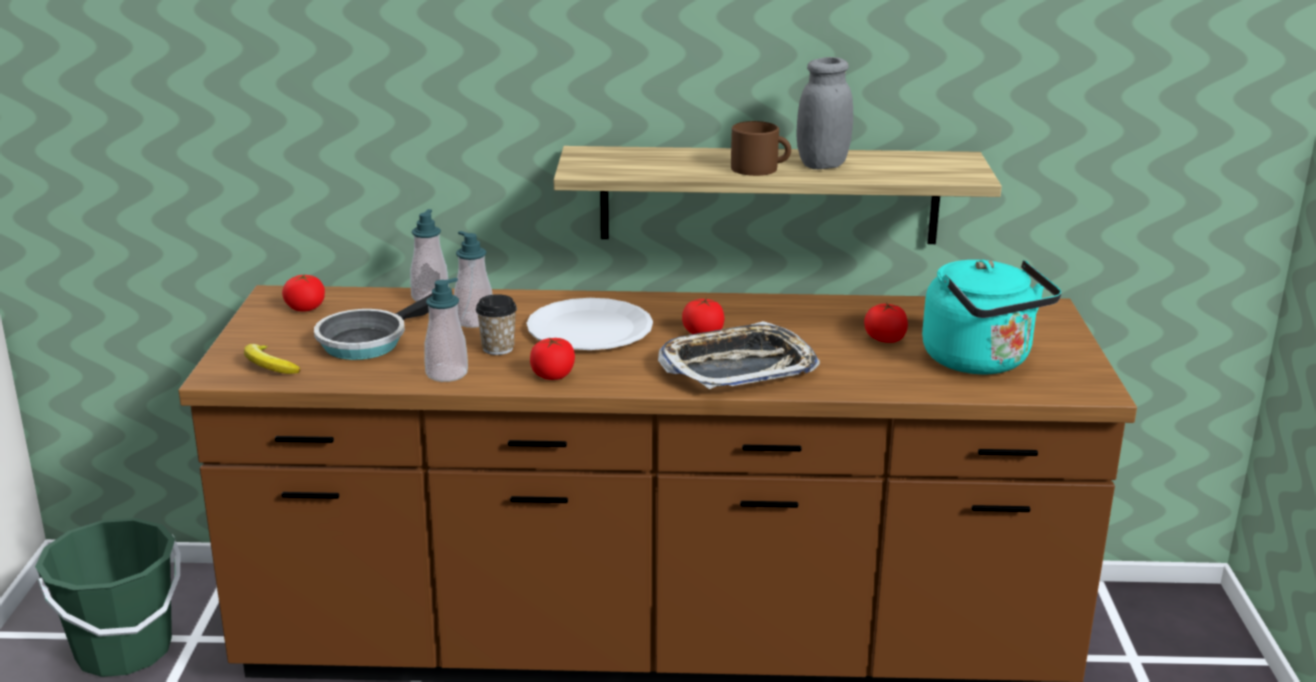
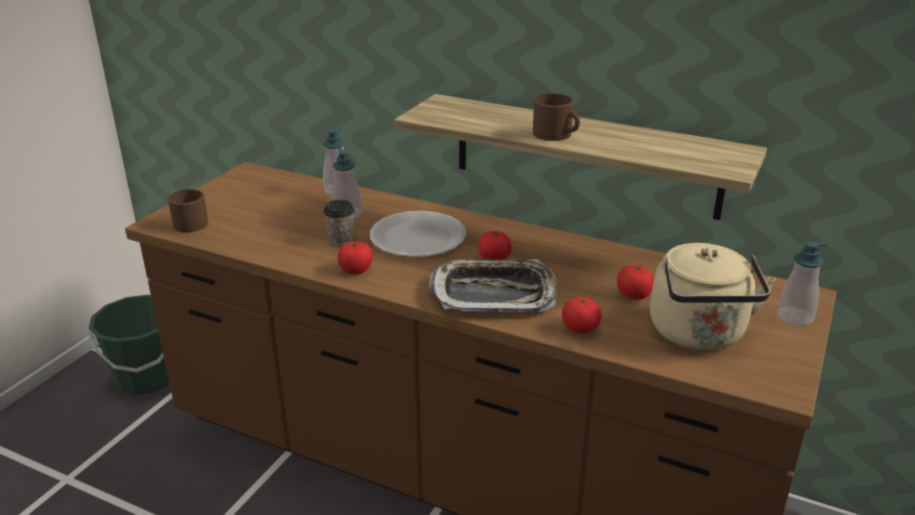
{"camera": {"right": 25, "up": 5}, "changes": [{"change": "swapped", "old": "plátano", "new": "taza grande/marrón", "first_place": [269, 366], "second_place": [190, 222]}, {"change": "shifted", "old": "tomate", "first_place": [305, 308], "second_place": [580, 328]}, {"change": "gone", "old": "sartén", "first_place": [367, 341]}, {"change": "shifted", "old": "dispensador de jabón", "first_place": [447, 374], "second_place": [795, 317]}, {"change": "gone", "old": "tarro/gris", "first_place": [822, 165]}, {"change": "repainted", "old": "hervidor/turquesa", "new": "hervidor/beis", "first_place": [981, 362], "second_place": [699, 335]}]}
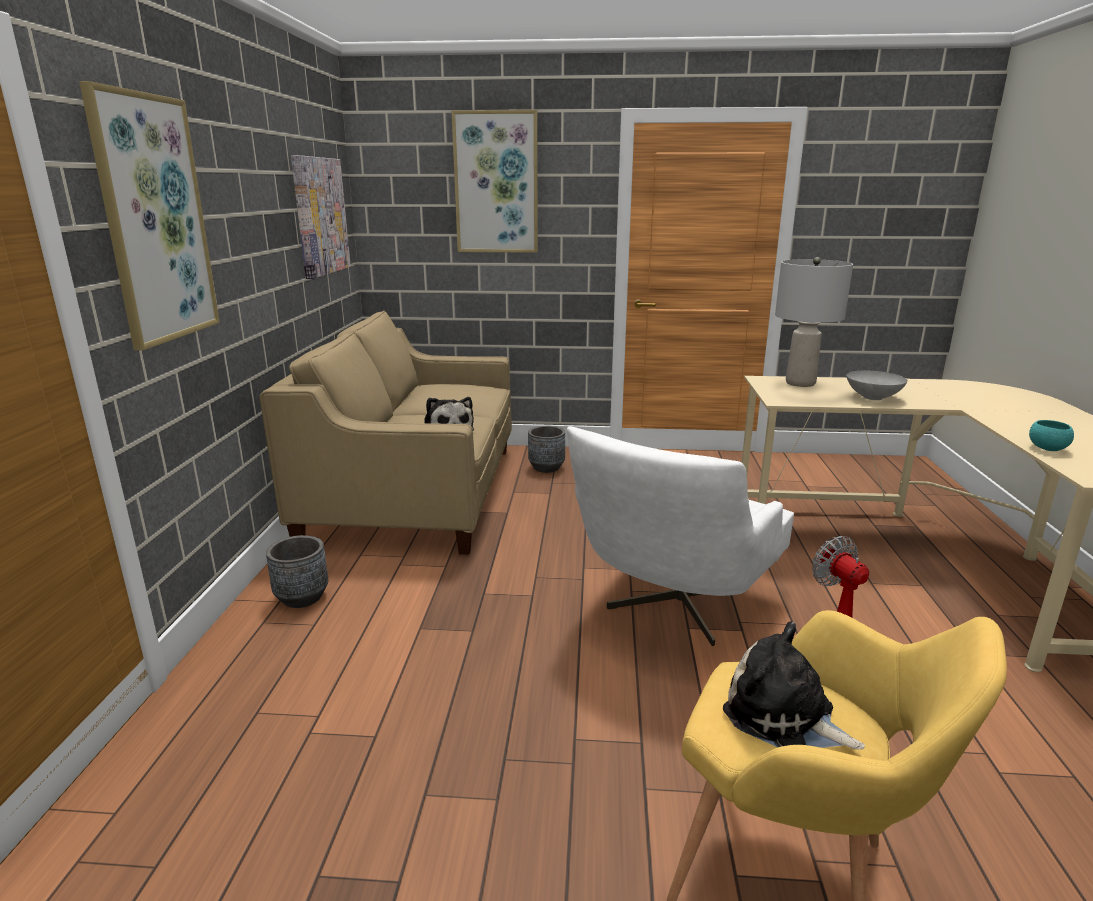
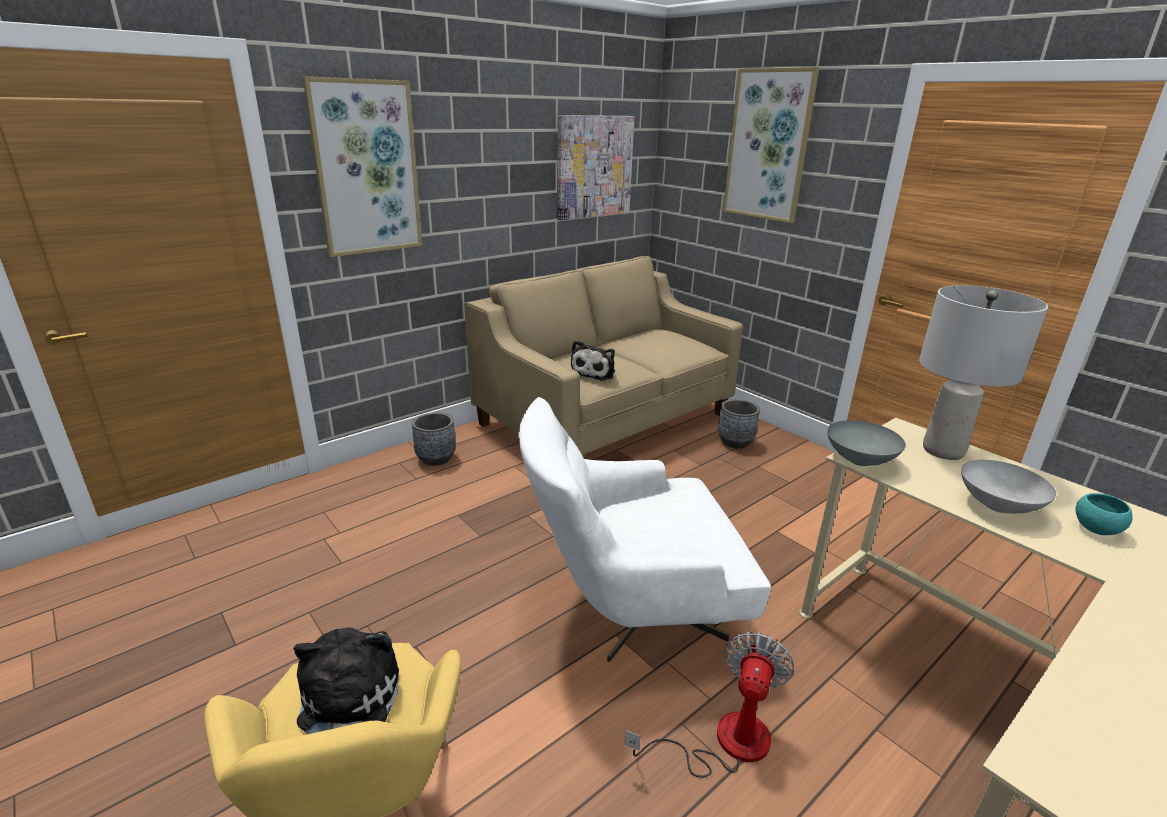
{"camera": {"right": 45, "up": 5}, "changes": [{"change": "shifted", "old": "cuenco/turquesa", "first_place": [1047, 448], "second_place": [1095, 529]}, {"change": "new", "new": "cuenco/gris", "second_place": [858, 460]}]}
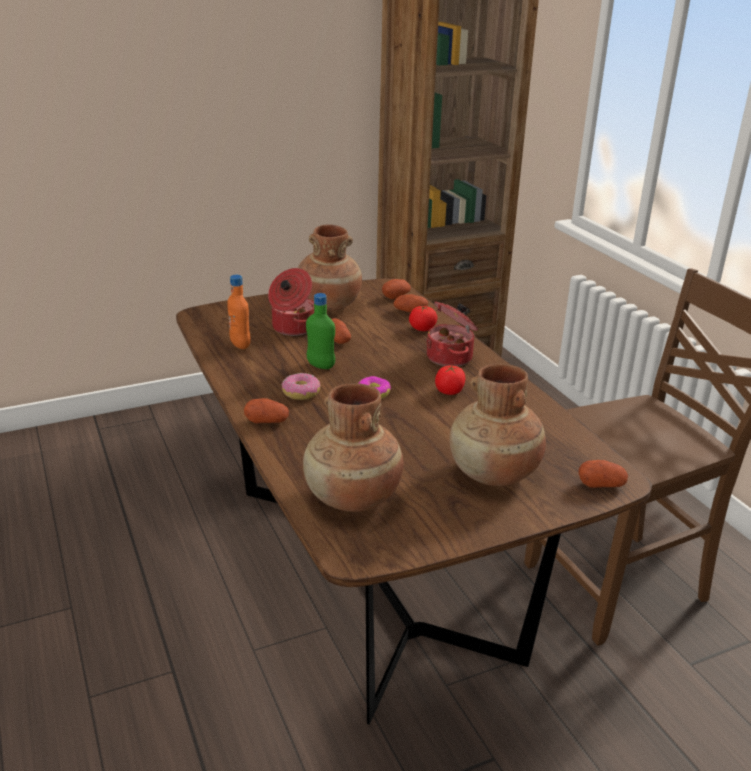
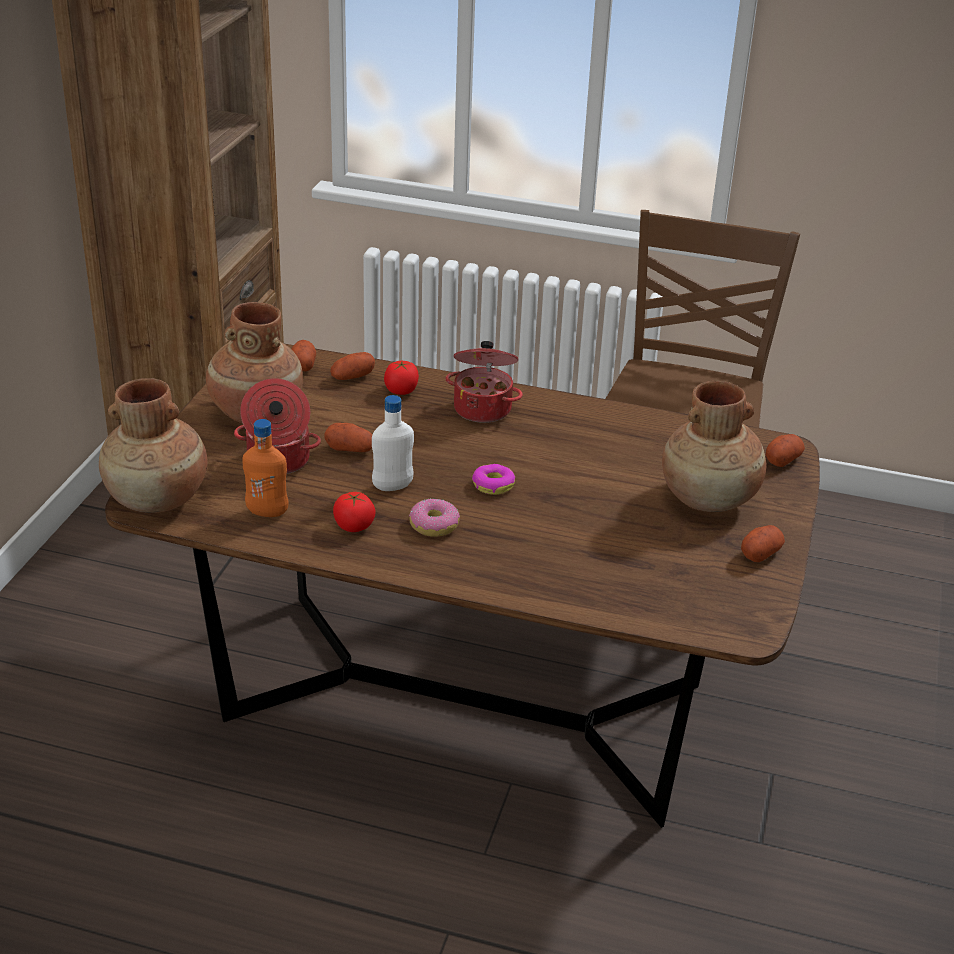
{"camera": {"right": -50, "up": 5}, "changes": [{"change": "shifted", "old": "patata", "first_place": [267, 421], "second_place": [760, 553]}, {"change": "shifted", "old": "florero/marrón", "first_place": [352, 498], "second_place": [158, 499]}, {"change": "repainted", "old": "botella/verde", "new": "botella/blanco", "first_place": [320, 365], "second_place": [392, 486]}, {"change": "shifted", "old": "tomate", "first_place": [449, 391], "second_place": [354, 526]}]}
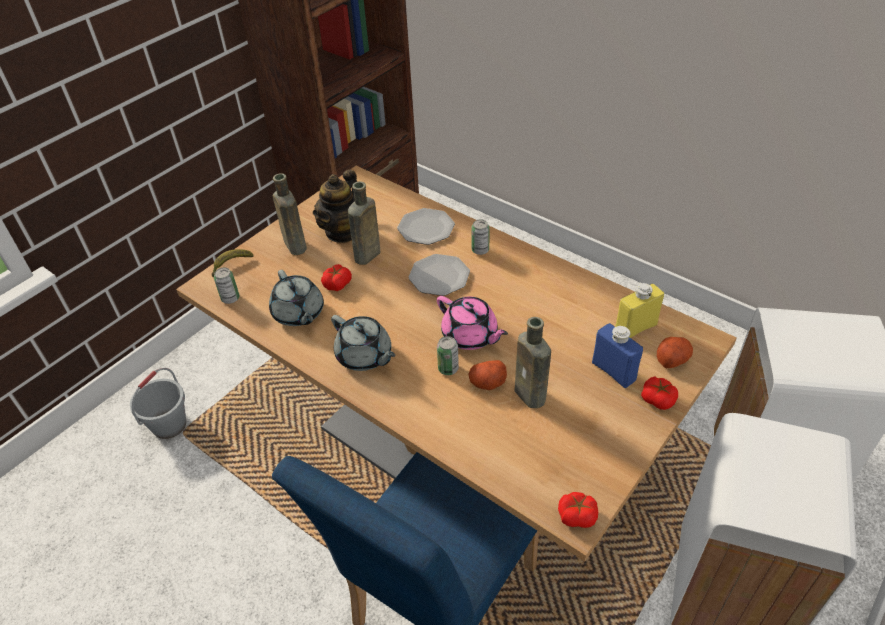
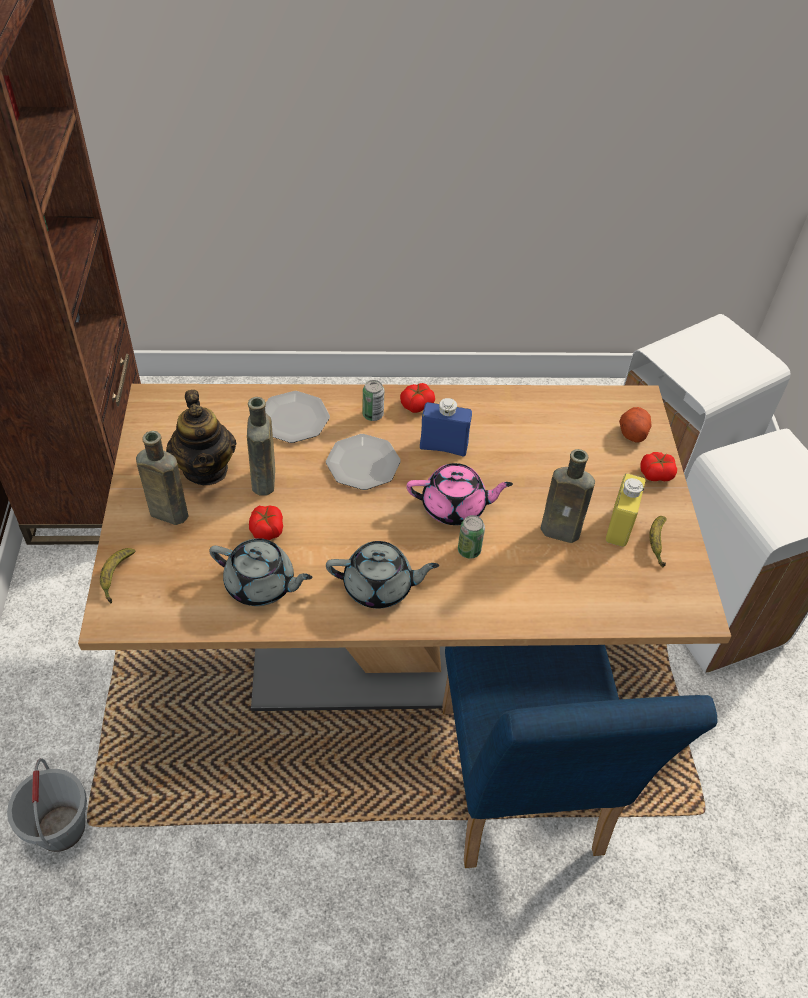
{"camera": {"right": -45, "up": 5}, "changes": [{"change": "gone", "old": "lata", "first_place": [230, 298]}, {"change": "gone", "old": "patata", "first_place": [487, 383]}, {"change": "shifted", "old": "tomate", "first_place": [577, 515], "second_place": [417, 404]}, {"change": "shifted", "old": "botella/azul", "first_place": [613, 371], "second_place": [443, 447]}, {"change": "shifted", "old": "botella/amarillo", "first_place": [635, 328], "second_place": [619, 526]}, {"change": "new", "new": "plátano", "second_place": [656, 543]}]}
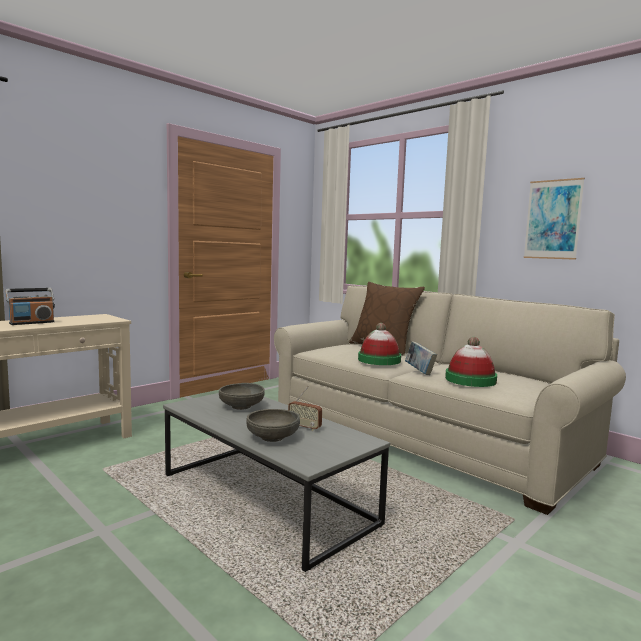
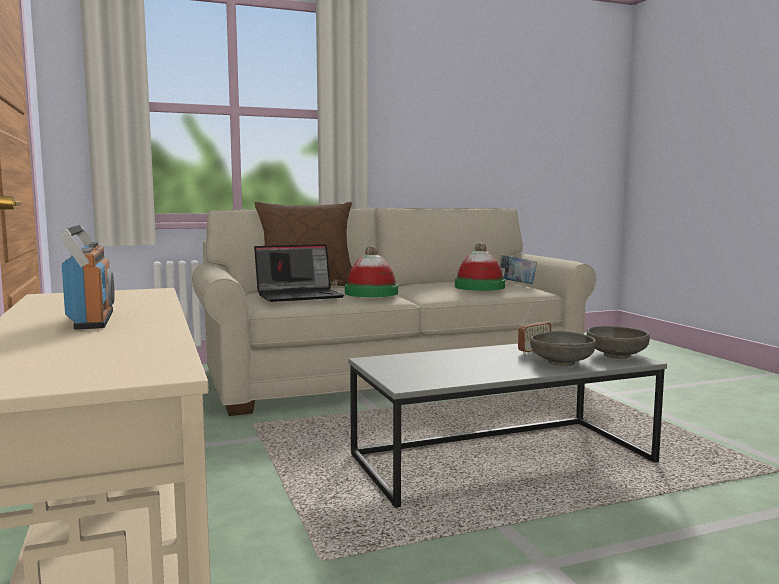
{"camera": {"right": -65, "up": 0}, "changes": [{"change": "shifted", "old": "cuenco/gris", "first_place": [241, 406], "second_place": [616, 355]}, {"change": "shifted", "old": "libro", "first_place": [419, 371], "second_place": [516, 284]}, {"change": "gone", "old": "cuadro", "first_place": [553, 219]}, {"change": "new", "new": "portátil", "second_place": [300, 296]}]}
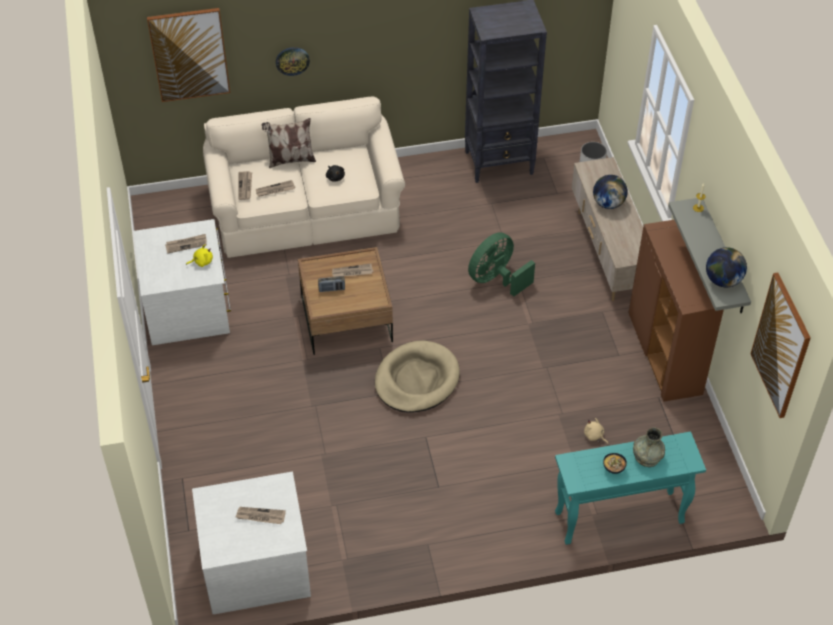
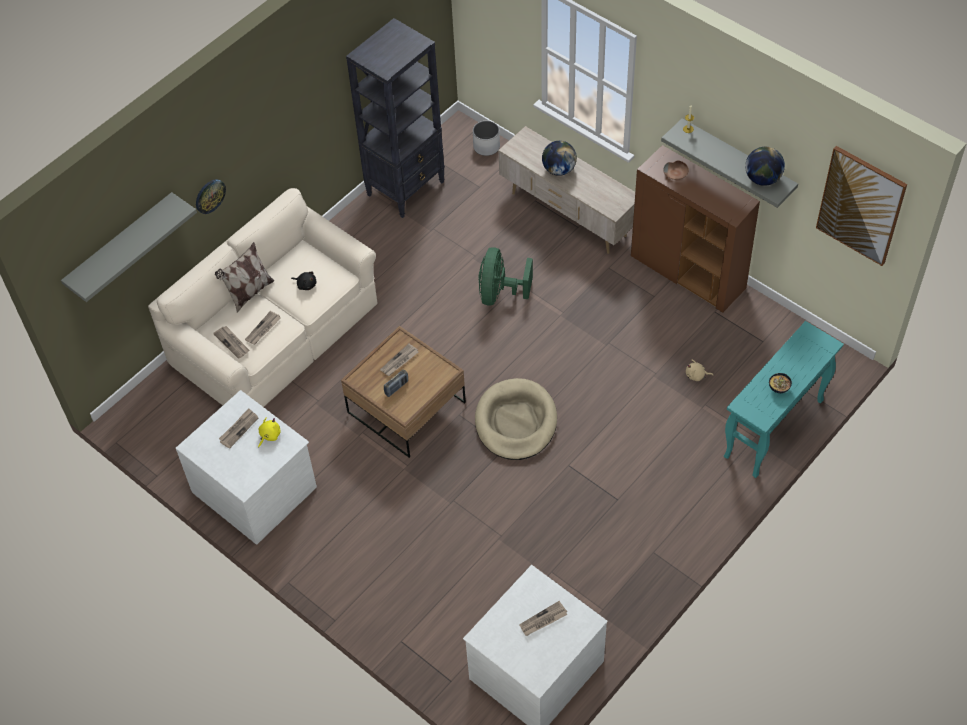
{"camera": {"right": -35, "up": 5}, "changes": [{"change": "swapped", "old": "cuadro", "new": "estante/gris", "first_place": [189, 54], "second_place": [120, 245]}, {"change": "gone", "old": "florero/gris", "first_place": [647, 456]}, {"change": "new", "new": "cuenco/marrón", "second_place": [676, 173]}]}
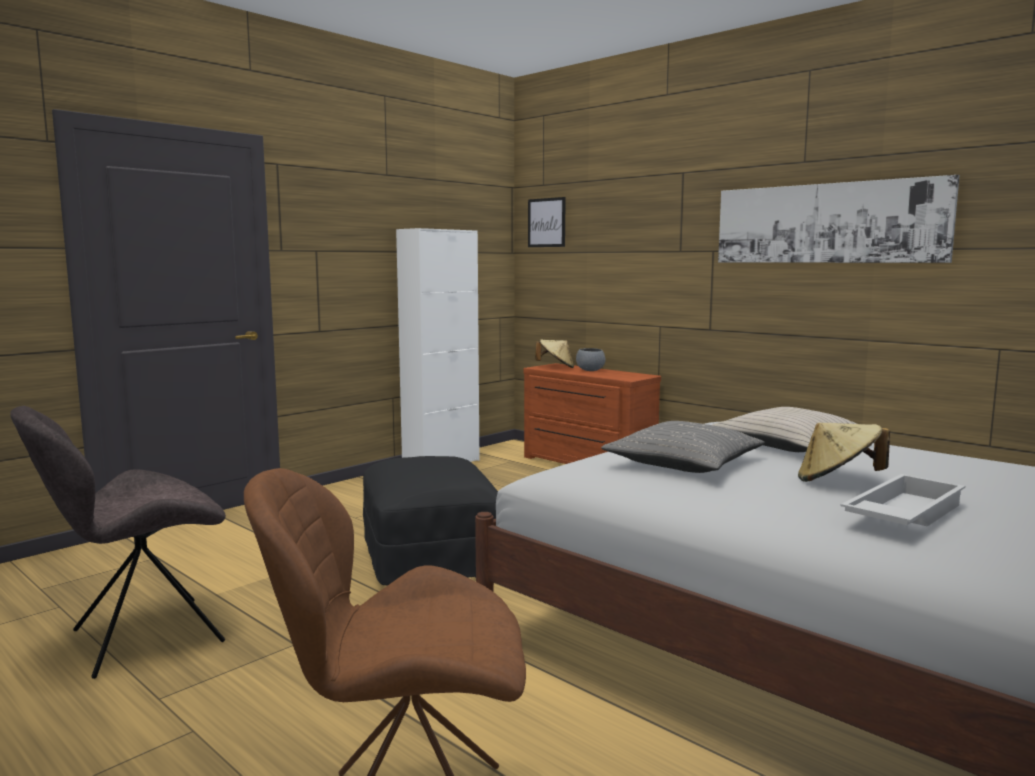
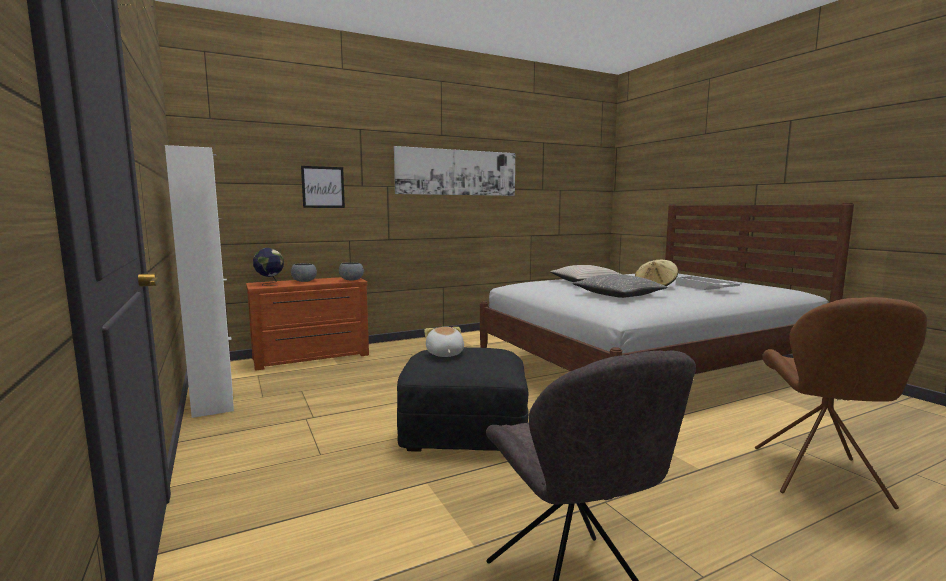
{"camera": {"right": -70, "up": 0}, "changes": [{"change": "shifted", "old": "cuadro", "first_place": [546, 222], "second_place": [323, 187]}, {"change": "swapped", "old": "sombrero/beis", "new": "globo terráqueo", "first_place": [556, 367], "second_place": [270, 284]}, {"change": "new", "new": "cuenco/gris", "second_place": [352, 280]}, {"change": "new", "new": "peluche", "second_place": [444, 354]}]}
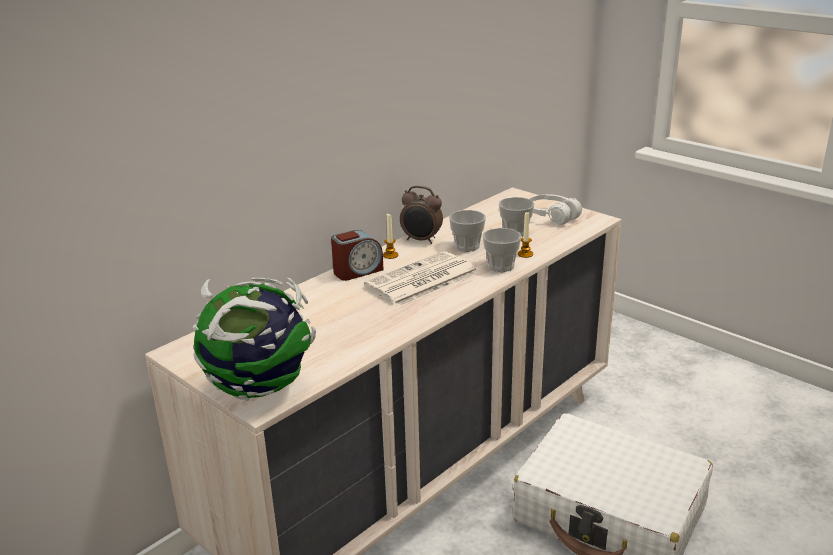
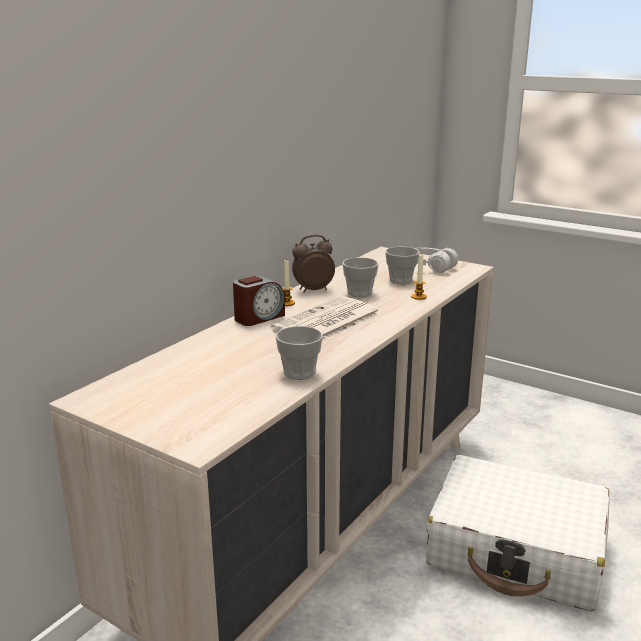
{"camera": {"right": -10, "up": -5}, "changes": [{"change": "gone", "old": "globo terráqueo", "first_place": [260, 388]}, {"change": "rotated", "old": "despertador", "first_place": [421, 240], "second_place": [312, 290], "degrees": 150}, {"change": "shifted", "old": "taza", "first_place": [501, 266], "second_place": [299, 373]}]}
